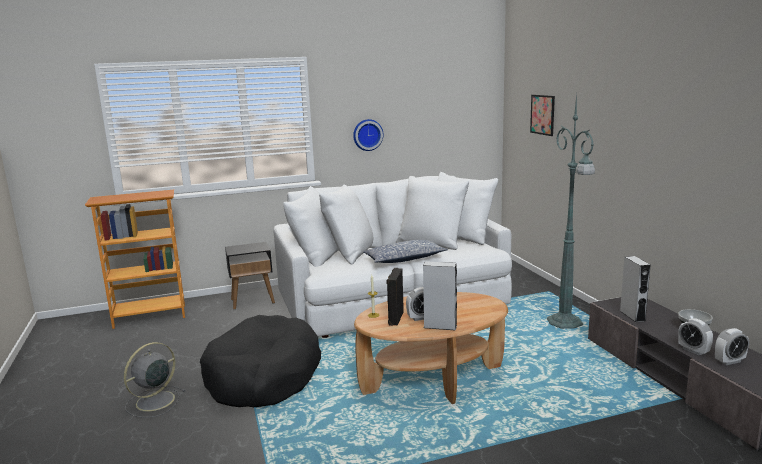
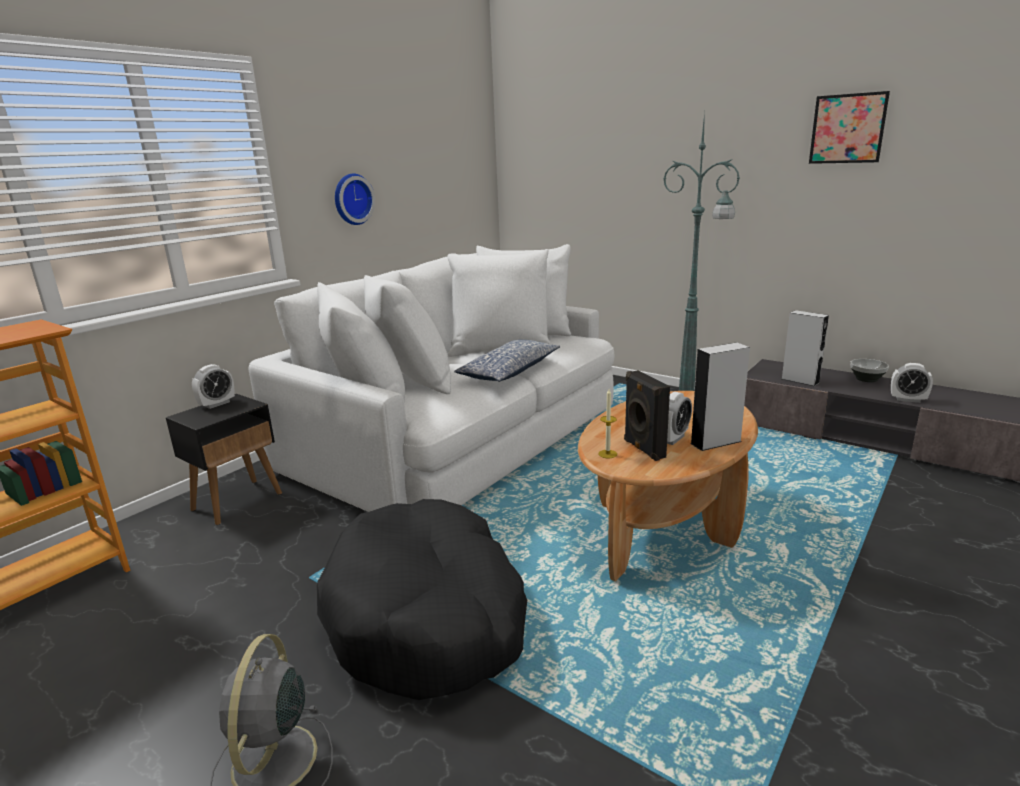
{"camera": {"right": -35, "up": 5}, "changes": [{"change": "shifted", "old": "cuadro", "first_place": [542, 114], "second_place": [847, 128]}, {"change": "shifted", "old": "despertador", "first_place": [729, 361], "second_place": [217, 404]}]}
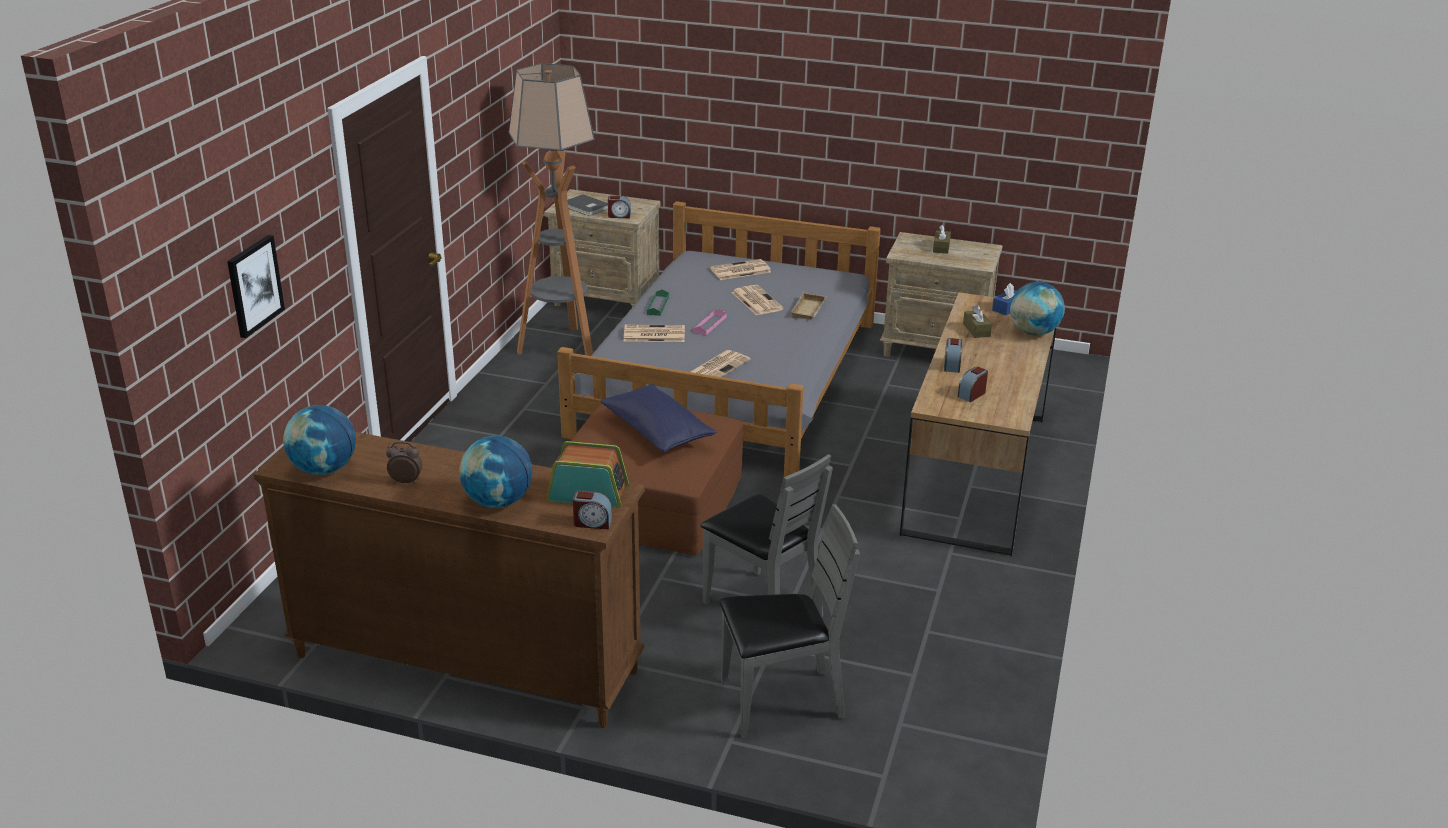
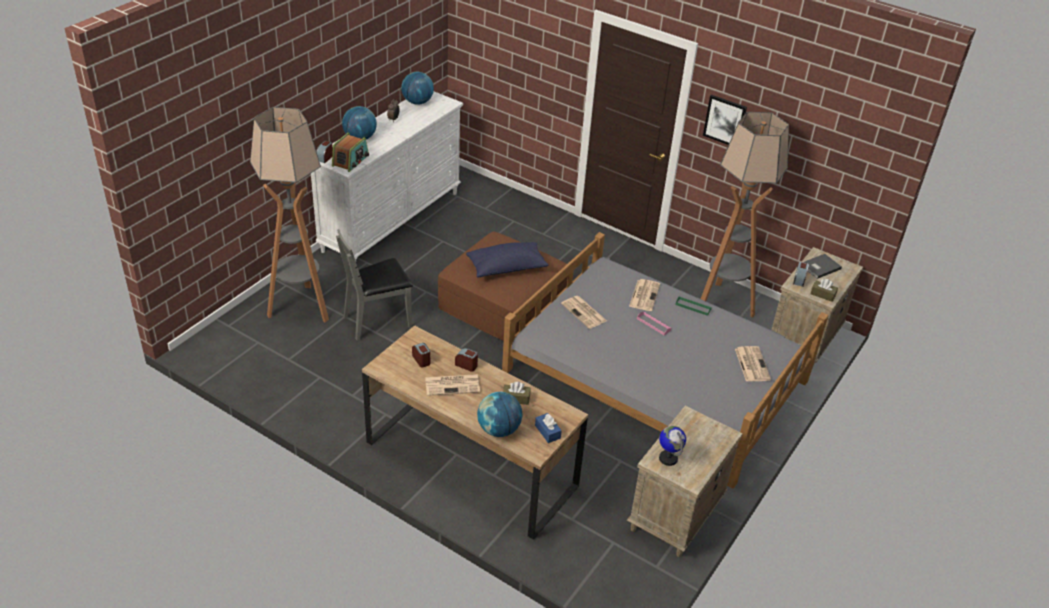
{"camera": {"right": 105, "up": 10}, "changes": [{"change": "shifted", "old": "cuadro", "first_place": [254, 285], "second_place": [725, 120]}, {"change": "repainted", "old": "cómoda/marrón", "new": "cómoda/blanco", "first_place": [465, 663], "second_place": [392, 221]}, {"change": "swapped", "old": "silla/gris", "new": "lámpara de pie", "first_place": [780, 701], "second_place": [301, 307]}, {"change": "shifted", "old": "periódico", "first_place": [756, 301], "second_place": [453, 385]}, {"change": "gone", "old": "bandeja/beis", "first_place": [809, 310]}, {"change": "shifted", "old": "caja de pañuelos/marrón", "first_place": [941, 247], "second_place": [822, 294]}, {"change": "new", "new": "globo terráqueo", "second_place": [668, 458]}]}
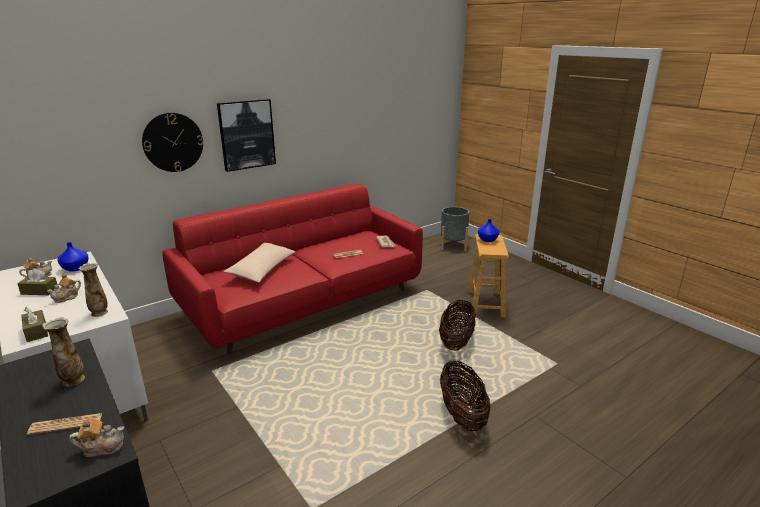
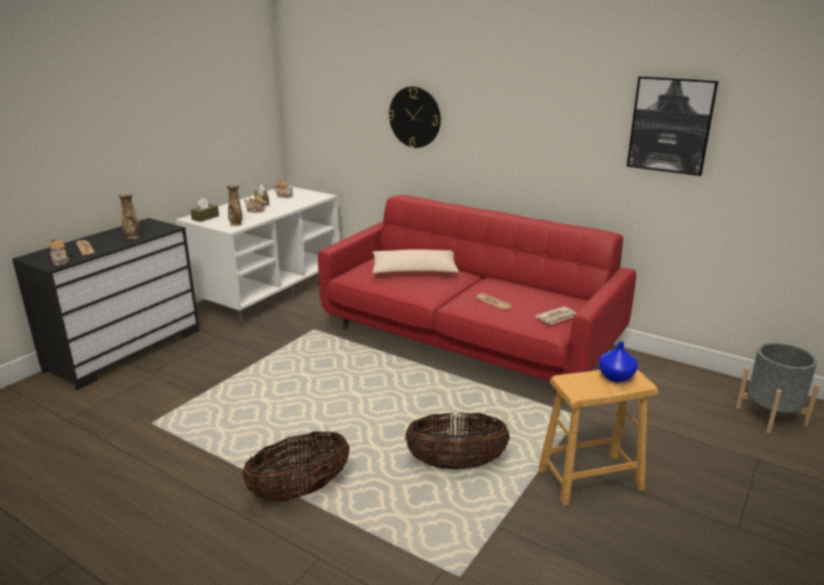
{"camera": {"right": 70, "up": 0}, "changes": [{"change": "gone", "old": "florero/azul", "first_place": [75, 268]}, {"change": "shifted", "old": "cuadro", "first_place": [246, 134], "second_place": [671, 125]}]}
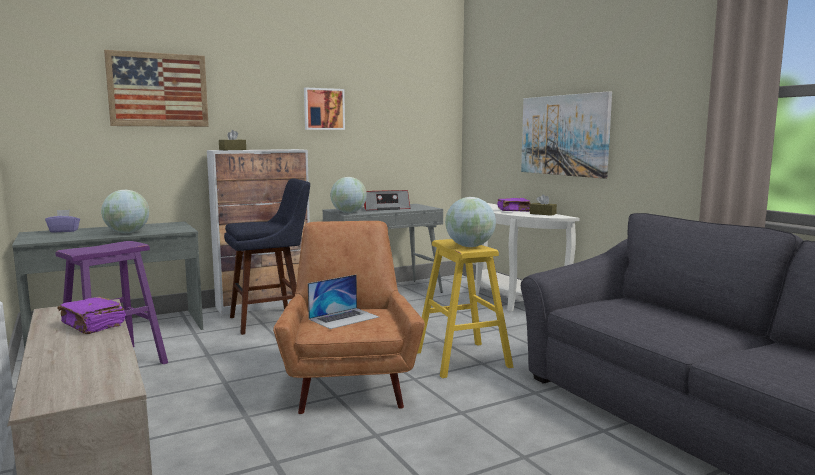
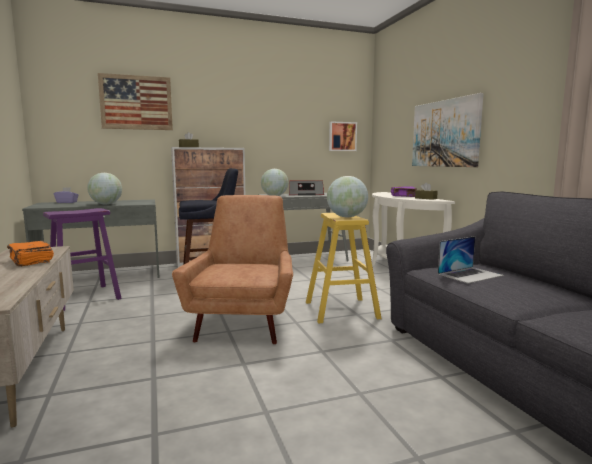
{"camera": {"right": 10, "up": 0}, "changes": [{"change": "repainted", "old": "libro/morado", "new": "libro/naranja", "first_place": [93, 325], "second_place": [31, 261]}, {"change": "shifted", "old": "cuadro", "first_place": [323, 109], "second_place": [342, 136]}, {"change": "shifted", "old": "portátil", "first_place": [344, 318], "second_place": [470, 274]}]}
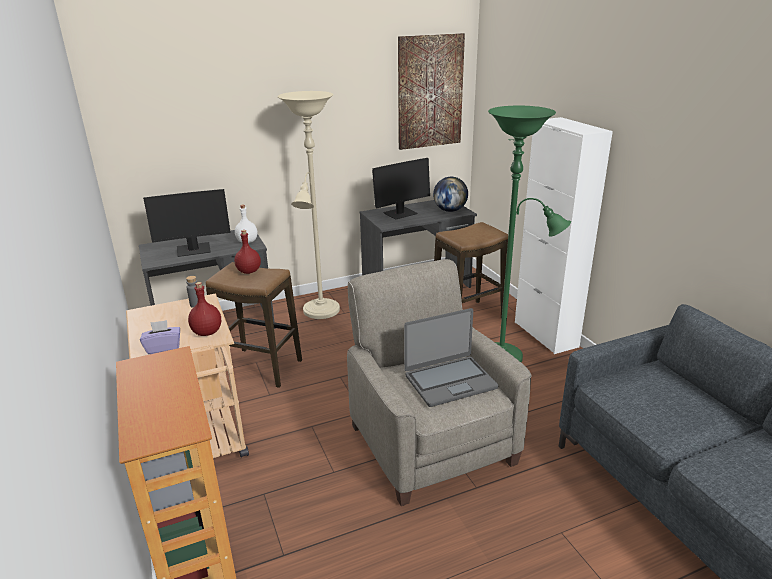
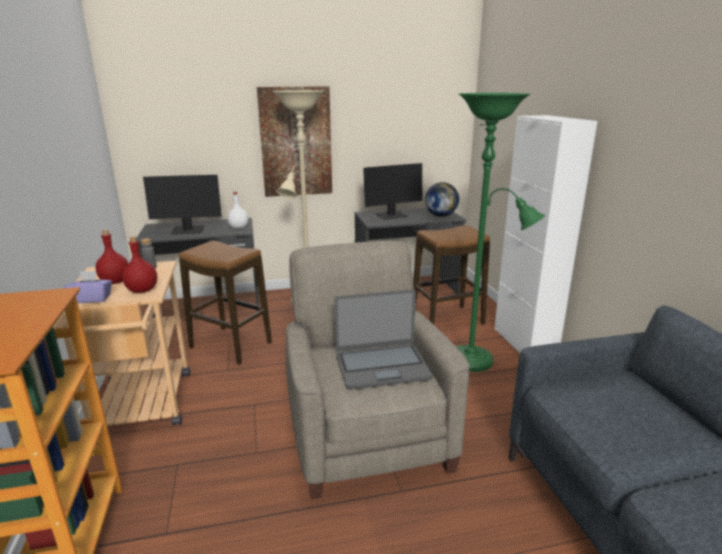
{"camera": {"right": 10, "up": -5}, "changes": [{"change": "shifted", "old": "botella/rojo", "first_place": [249, 271], "second_place": [116, 281]}, {"change": "shifted", "old": "cuadro", "first_place": [430, 92], "second_place": [296, 142]}]}
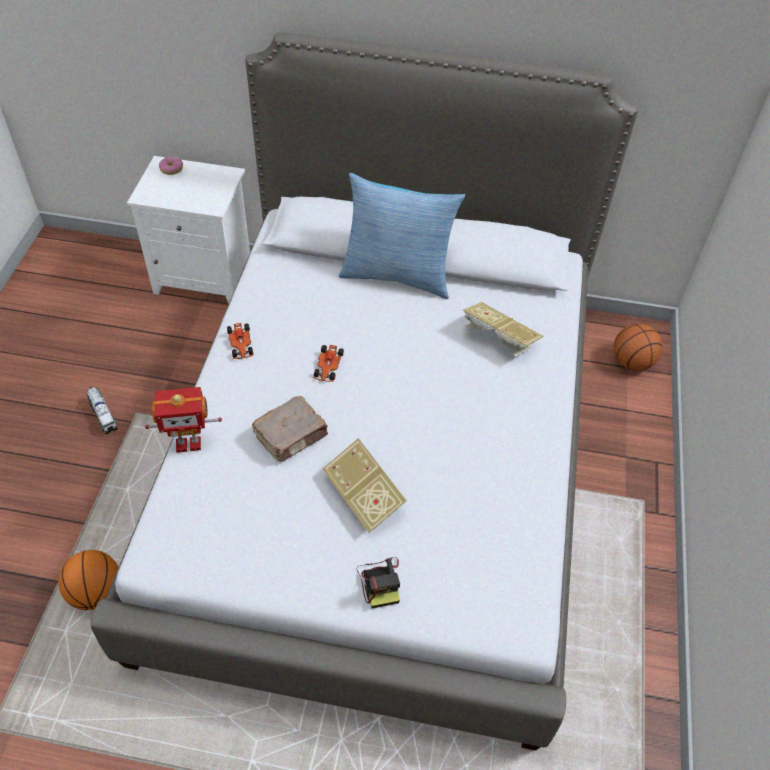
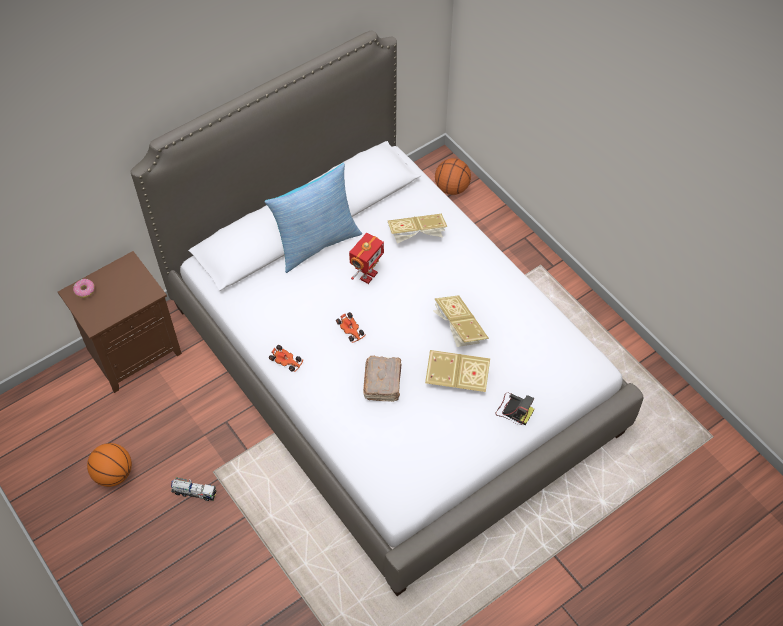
{"camera": {"right": -45, "up": 5}, "changes": [{"change": "shifted", "old": "balón de baloncesto", "first_place": [96, 592], "second_place": [114, 474]}, {"change": "repainted", "old": "mesita de noche/blanco", "new": "mesita de noche/marrón", "first_place": [206, 276], "second_place": [134, 351]}, {"change": "shifted", "old": "robot de juguete", "first_place": [188, 443], "second_place": [367, 275]}, {"change": "new", "new": "libro", "second_place": [458, 329]}]}
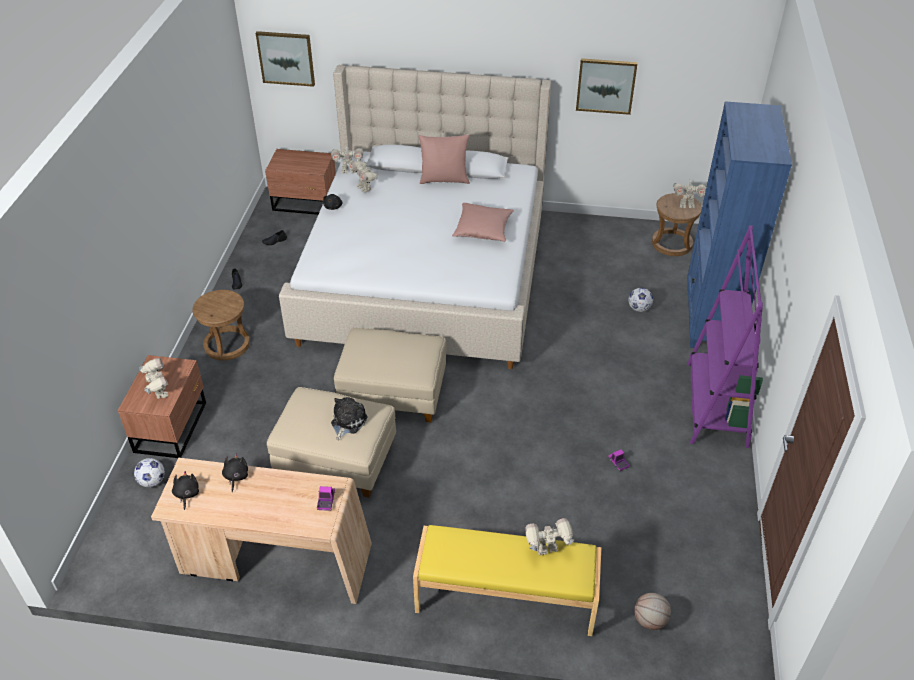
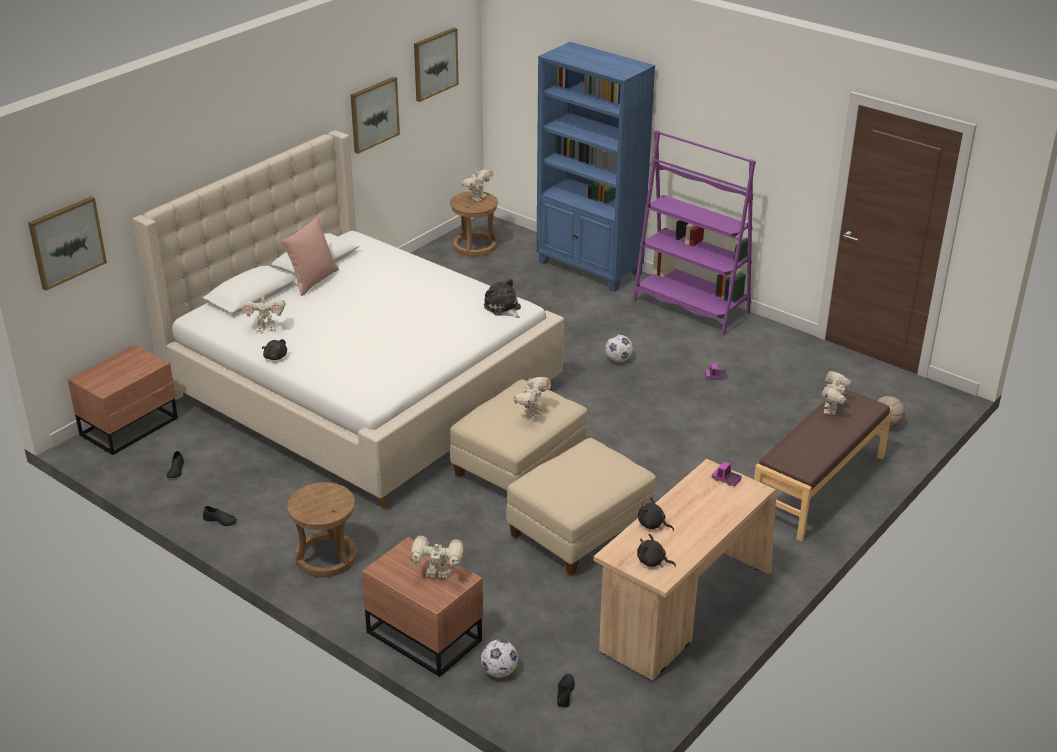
{"camera": {"right": -60, "up": -10}, "changes": [{"change": "shifted", "old": "robot de juguete", "first_place": [348, 170], "second_place": [532, 413]}, {"change": "shifted", "old": "peluche", "first_place": [347, 422], "second_place": [503, 308]}, {"change": "repainted", "old": "banco/amarillo", "new": "banco/marrón", "first_place": [505, 599], "second_place": [819, 487]}, {"change": "gone", "old": "cojín/rosa", "first_place": [483, 230]}, {"change": "shifted", "old": "balón de fútbol", "first_place": [639, 308], "second_place": [618, 360]}, {"change": "new", "new": "cuadro", "second_place": [435, 64]}, {"change": "new", "new": "zapato/negro", "second_place": [565, 693]}]}
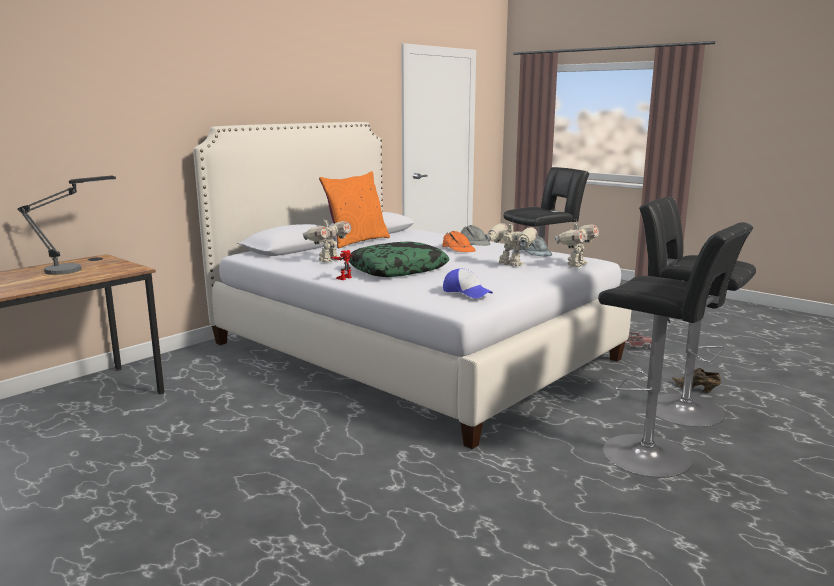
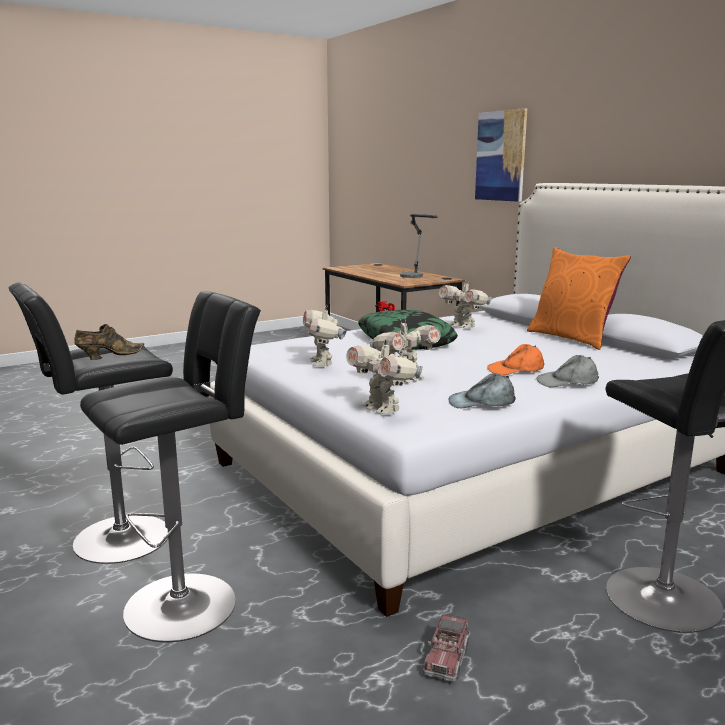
{"camera": {"right": 105, "up": 0}, "changes": [{"change": "gone", "old": "gorra", "first_place": [467, 292]}, {"change": "shifted", "old": "zapato/marrón", "first_place": [697, 389], "second_place": [108, 356]}, {"change": "new", "new": "robot de juguete", "second_place": [323, 363]}, {"change": "new", "new": "cuadro", "second_place": [501, 156]}]}
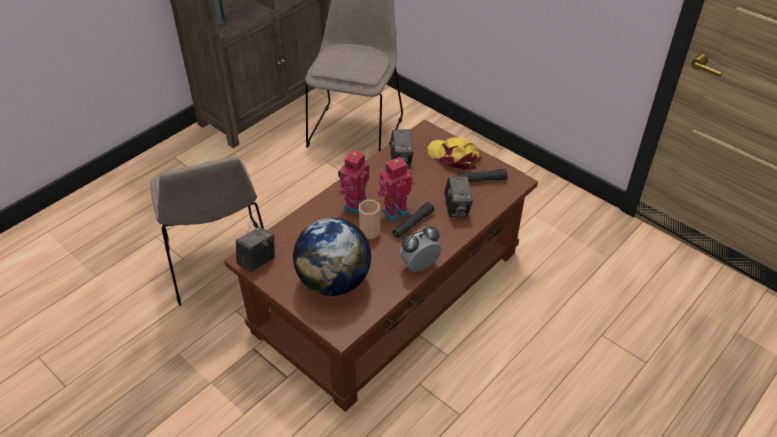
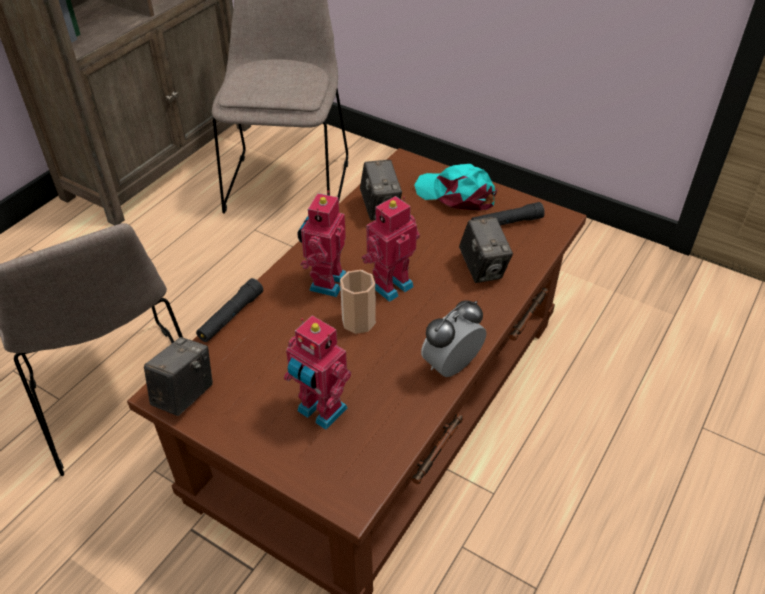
{"camera": {"right": -10, "up": 0}, "changes": [{"change": "swapped", "old": "globo terráqueo", "new": "robot de juguete", "first_place": [334, 281], "second_place": [320, 411]}, {"change": "shifted", "old": "linterna/negro", "first_place": [412, 224], "second_place": [231, 316]}, {"change": "repainted", "old": "gorra/amarillo", "new": "gorra/turquesa", "first_place": [454, 156], "second_place": [456, 194]}]}
